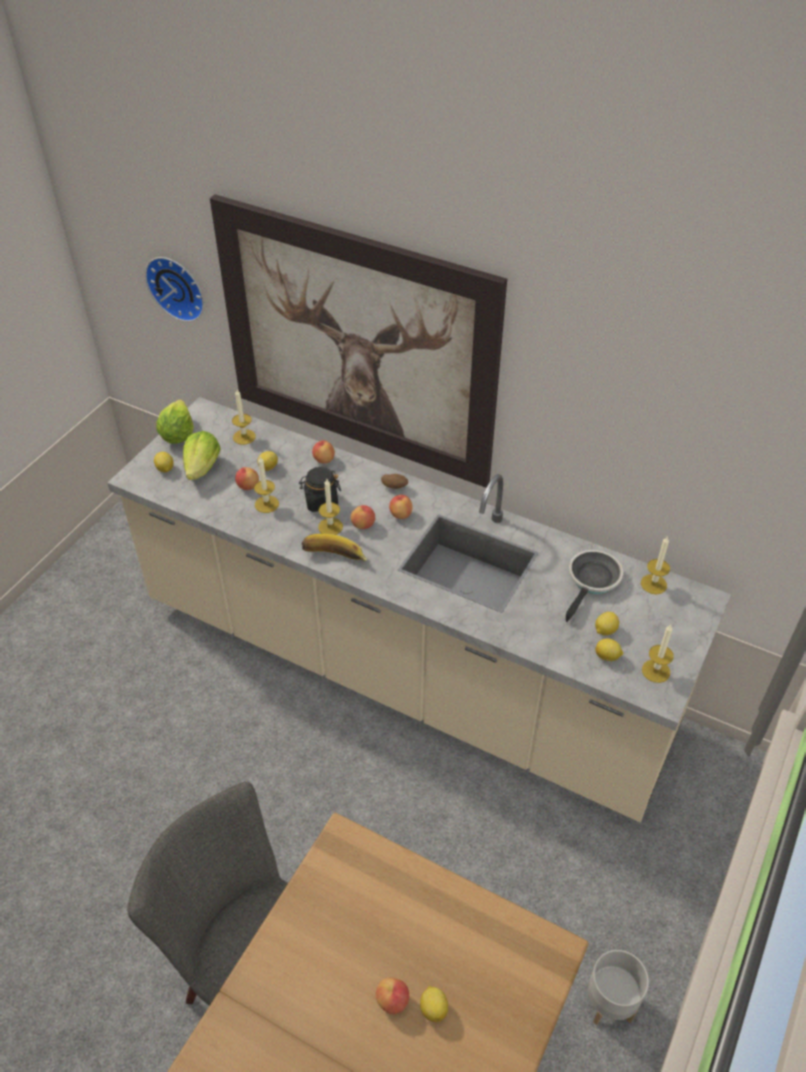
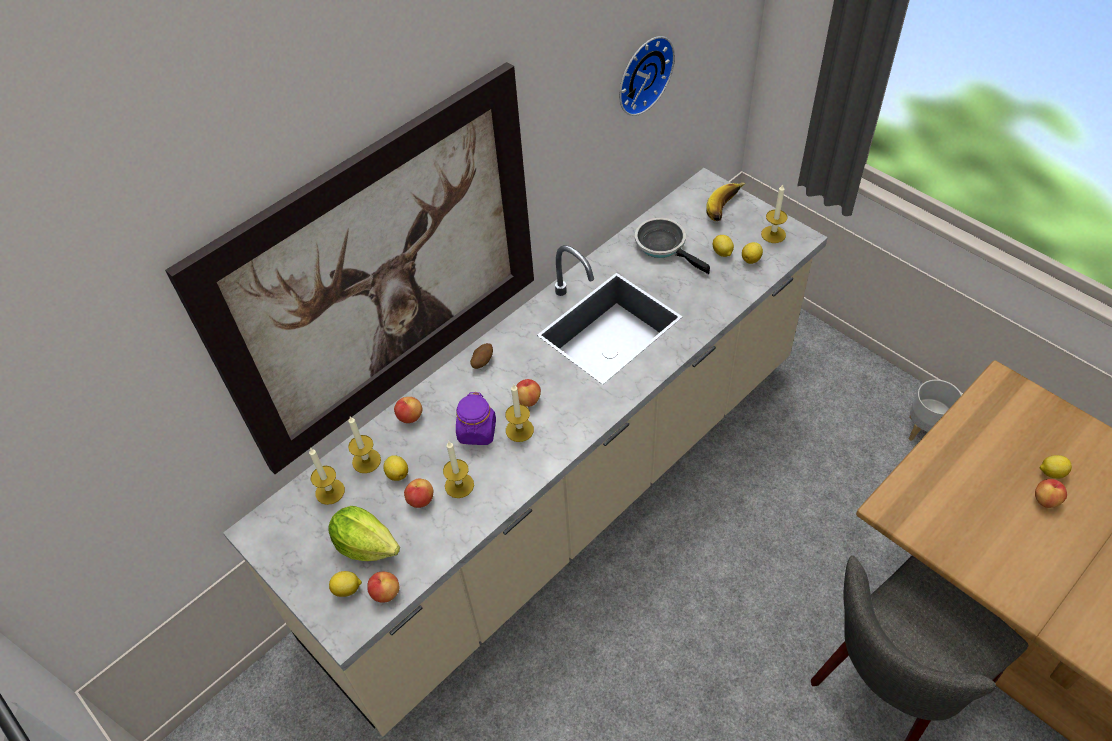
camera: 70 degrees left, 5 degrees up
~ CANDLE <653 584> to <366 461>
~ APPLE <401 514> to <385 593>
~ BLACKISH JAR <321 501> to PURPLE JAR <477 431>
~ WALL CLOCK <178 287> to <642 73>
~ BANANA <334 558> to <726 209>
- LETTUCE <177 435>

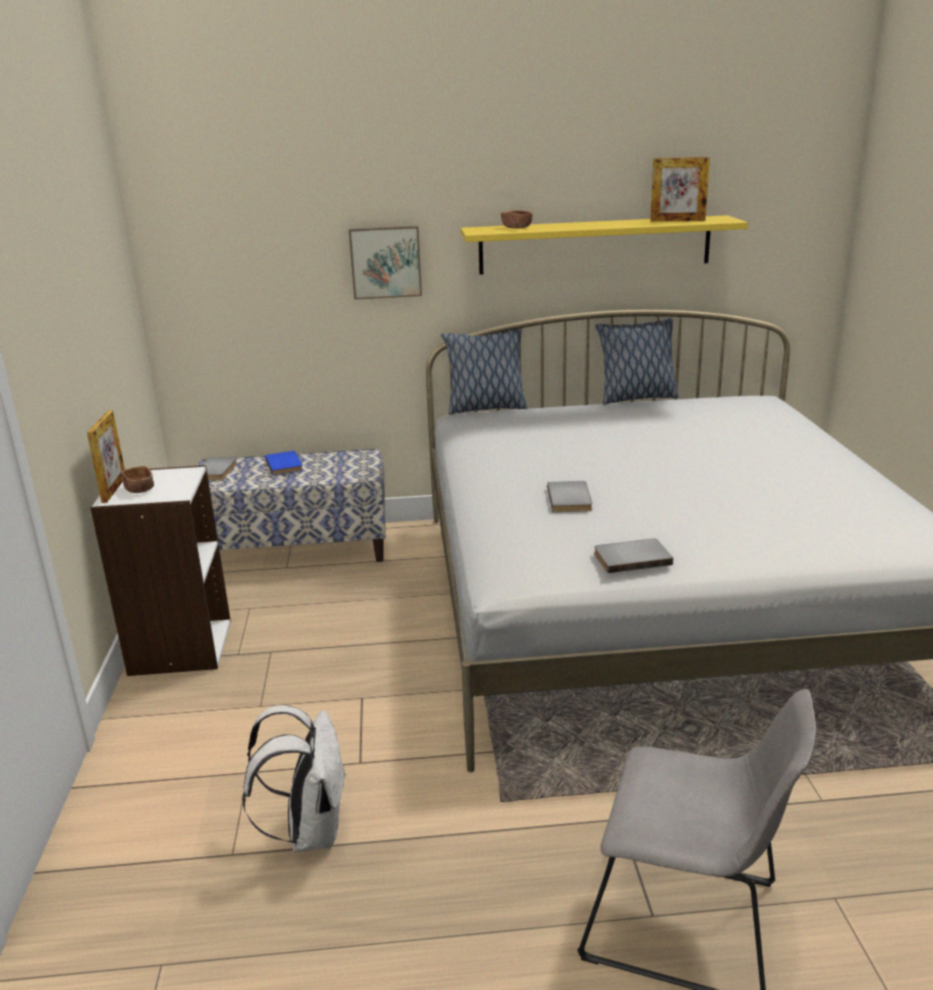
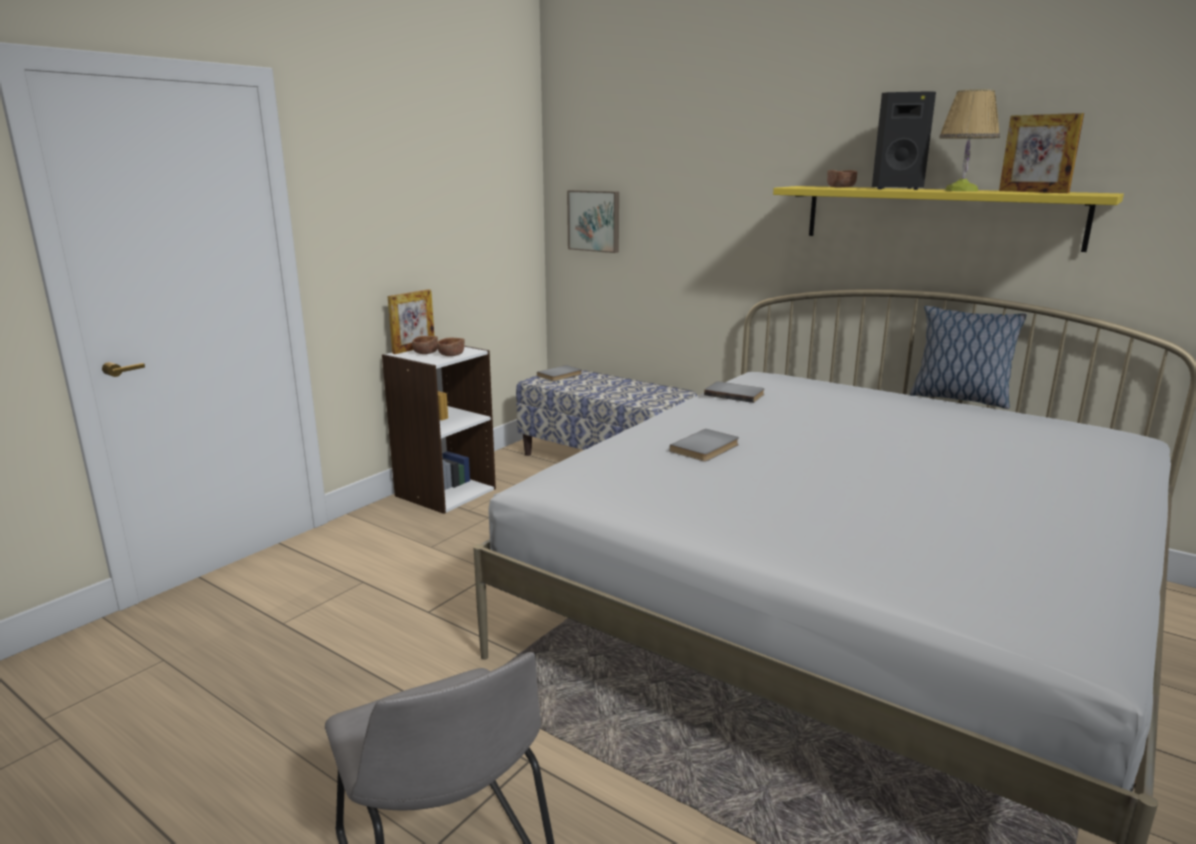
camera: 40 degrees right, 5 degrees down
+ BROWN SERVING BOWL <451 354>
~ WALL PICTURE <385 262> to <594 221>
~ GREY VOLUME <631 557> to <735 394>
+ BLACKISH SPEAKER <896 189>
+ LAMP FOR A TABLE <961 190>
- WHITE RUCKSACK <309 830>
- BLUE-COLOURED VOLUME <286 465>
- THROW PILLOW <485 408>

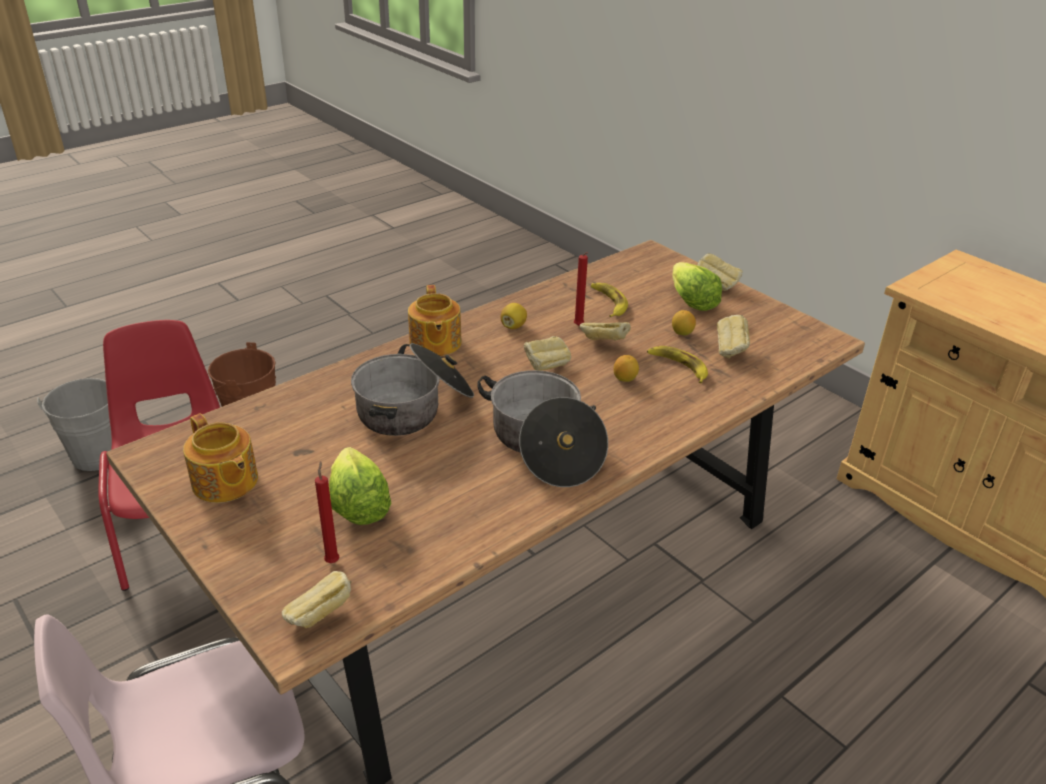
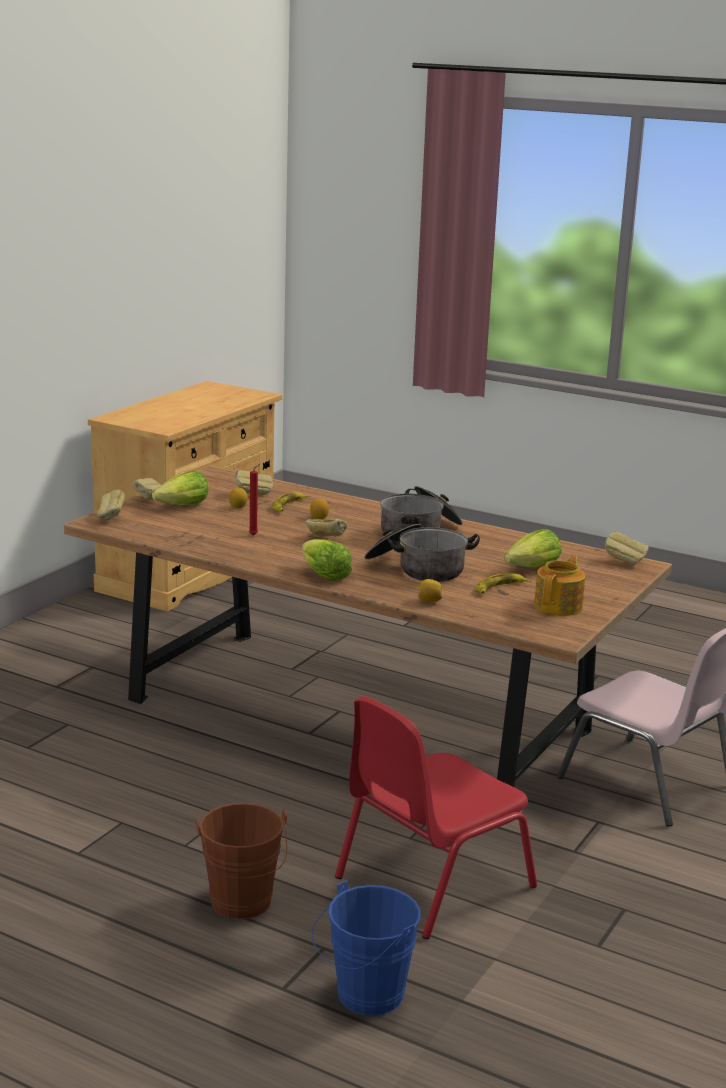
camera: 110 degrees left, 15 degrees down
~ BAKERY BREAD <603 344> to <111 518>
~ POT FOR TEA <434 343> to LETTUCE <323 575>
~ GREY PAIL <97 452> to BLUE-COLOURED PAIL <364 997>
~ CITRUS FRUIT <513 326> to <429 601>
~ BANANA <608 303> to <499 588>
- RED CANDLE <332 560>

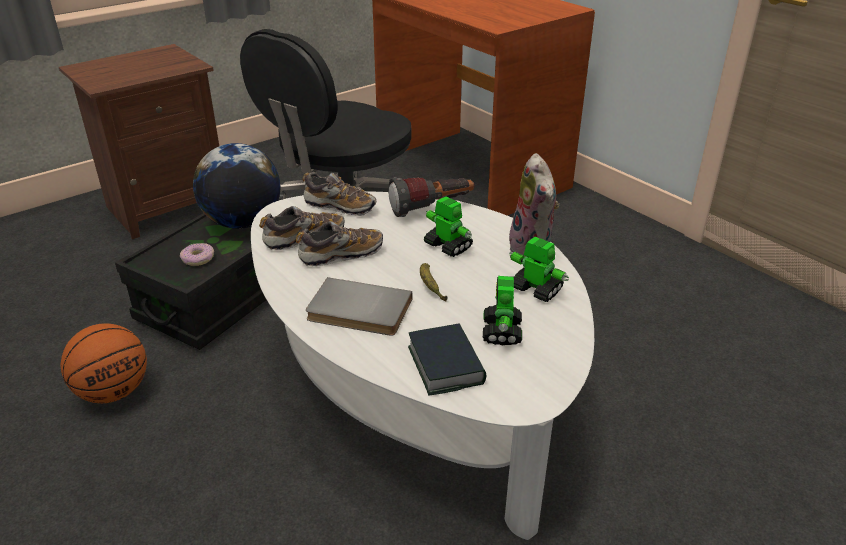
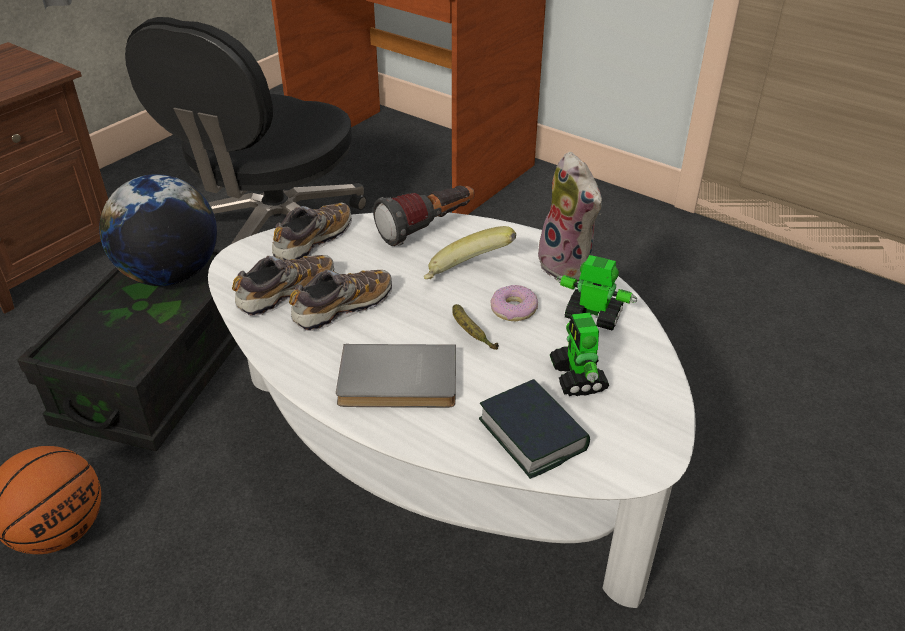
camera: 15 degrees left, 5 degrees up
~ SHOE <340 207> = <313 242> 60 degrees counterclockwise
~ MODEL ROBOT <447 246> to BANANA <467 275>
~ DOUGHNUT <198 259> to <514 309>

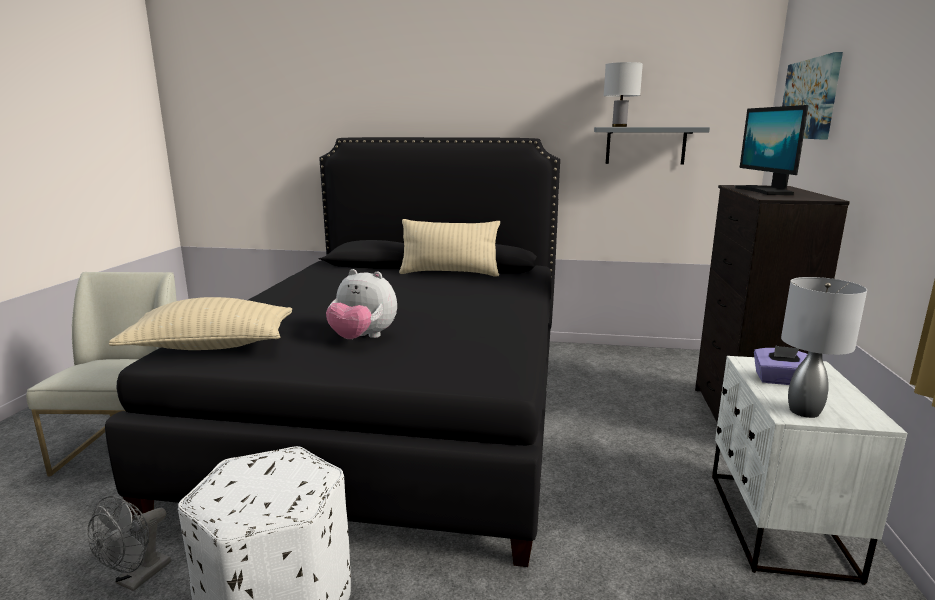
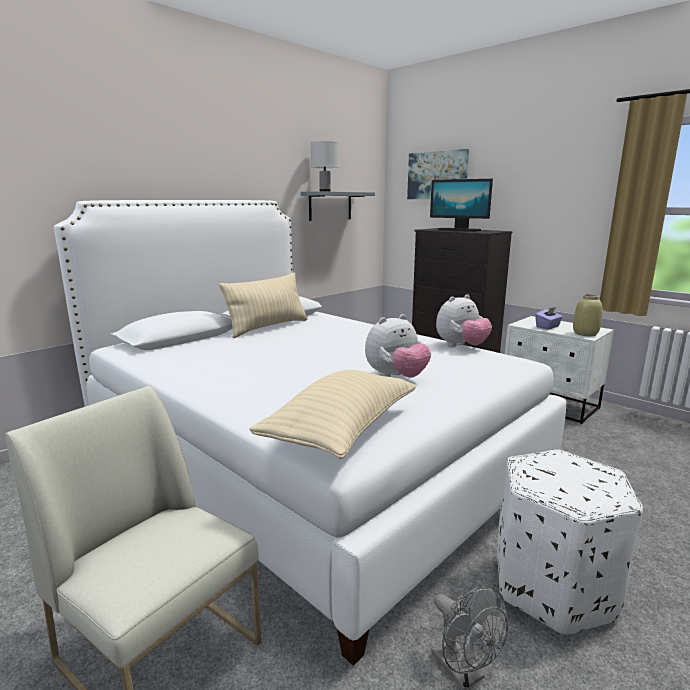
camera: 55 degrees left, 0 degrees up
~ BLACKISH SLEEPING BED <398 407> to WHITE SLEEPING BED <305 456>
+ CUDDLY TOY <461 346>
~ GREY LAMP FOR A TABLE <804 412> to SAND-COLOURED DECORATIVE VASE <585 334>

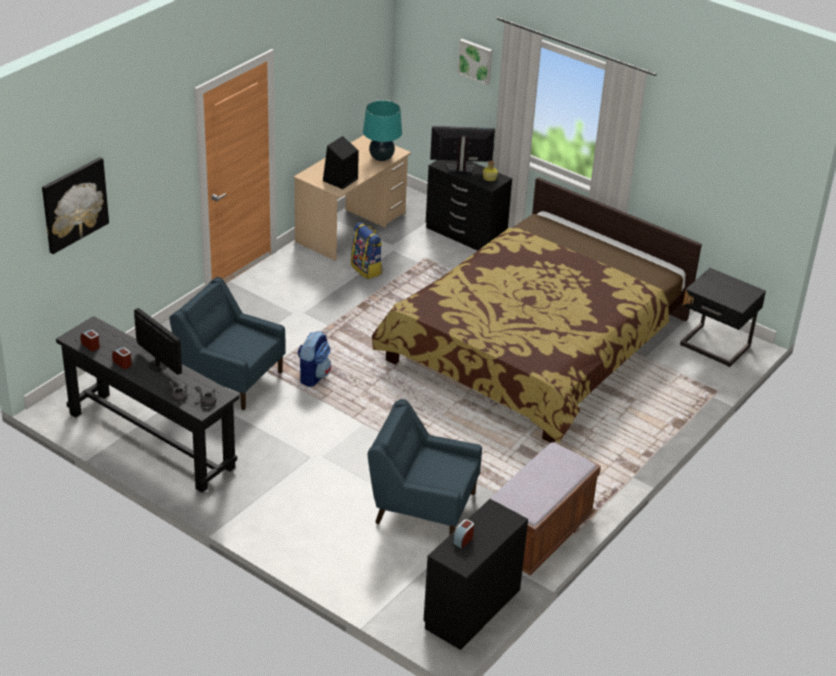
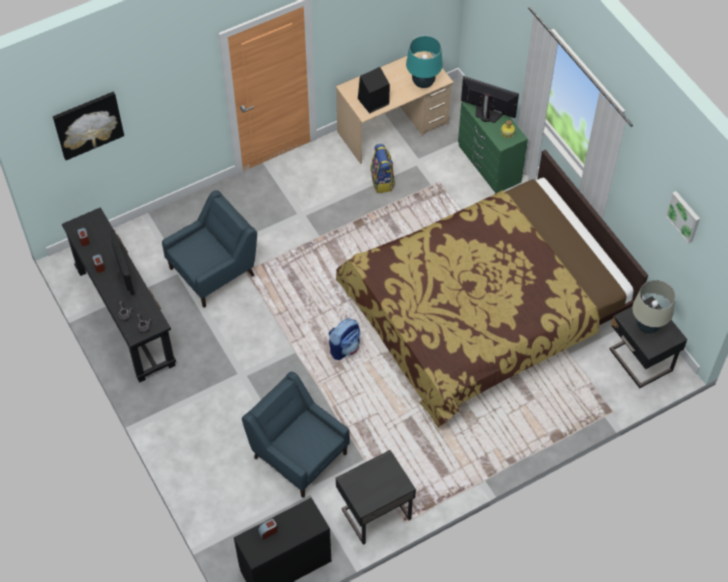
camera: 25 degrees right, 20 degrees up
~ BLUE-COLOURED LOUNGE CHAIR <230 378> = <214 271> 90 degrees clockwise
~ RUCKSACK <313 376> to <344 348>
~ BROWN BENCH <538 535> to BLACKISH NIGHTSTAND <374 513>
~ BLACKISH CHEST OF DRAWERS <465 235> to GREEN-COLOURED CHEST OF DRAWERS <488 164>
+ SAND-COLOURED LAMP FOR A TABLE <647 326>
~ WALL PICTURE <476 61> to <684 216>

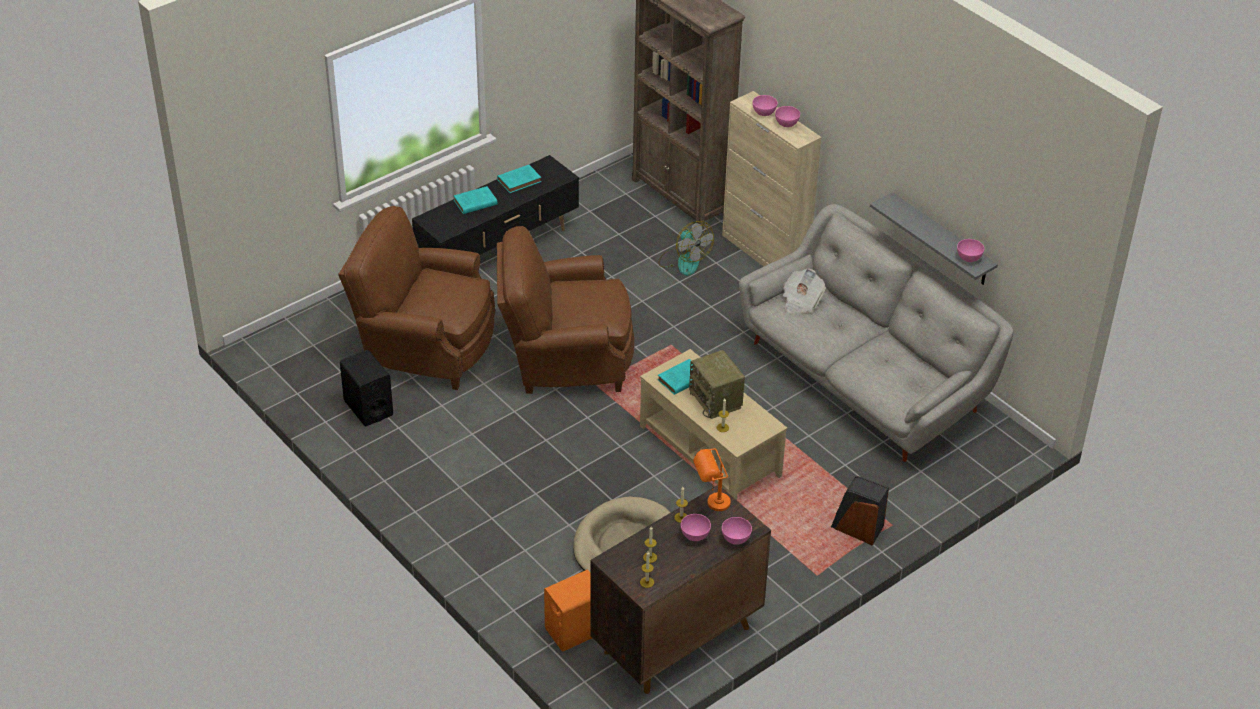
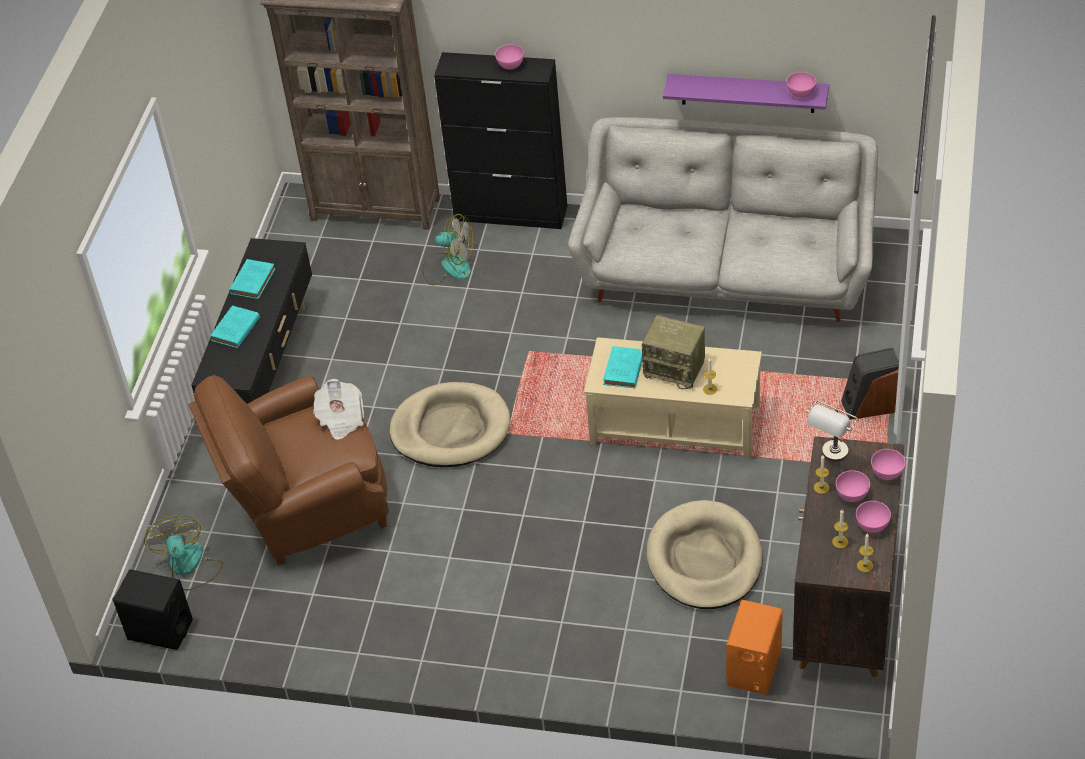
camera: 35 degrees left, 5 degrees up
~ BLACKISH SPEAKER <368 408> to <160 630>
+ FAN <189 567>
~ PRINTED PAPER <801 301> to <340 419>
~ BROWN LOUNGE CHAIR <564 359> to SAND-COLOURED DOG BED <451 429>
~ SAND-COLOURED CUPBOARD <765 253> to BLACKISH CUPBOARD <511 213>
~ GREY WALL SHELF <942 240> to PURPLE WALL SHELF <747 93>
~ ORANGE LAMP FOR A TABLE <711 505> to GREY LAMP FOR A TABLE <831 458>
~ PINK-COLOURED SERVING BOWL <764 113> to <872 526>

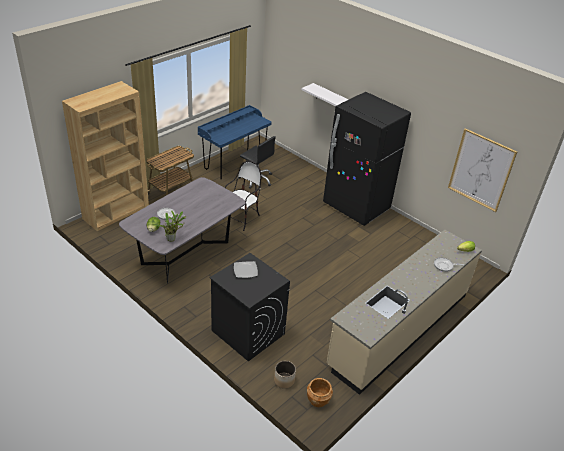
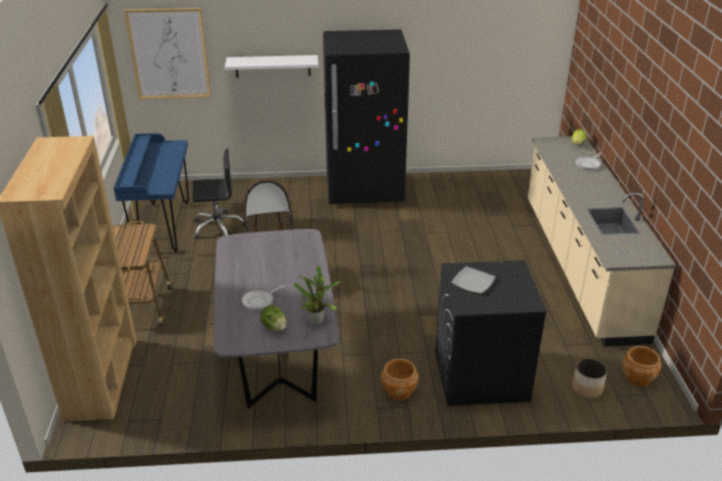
camera: 45 degrees left, 5 degrees down
~ WALL PICTURE <481 170> to <169 54>
+ BROWN PLANT POT <398 391>

